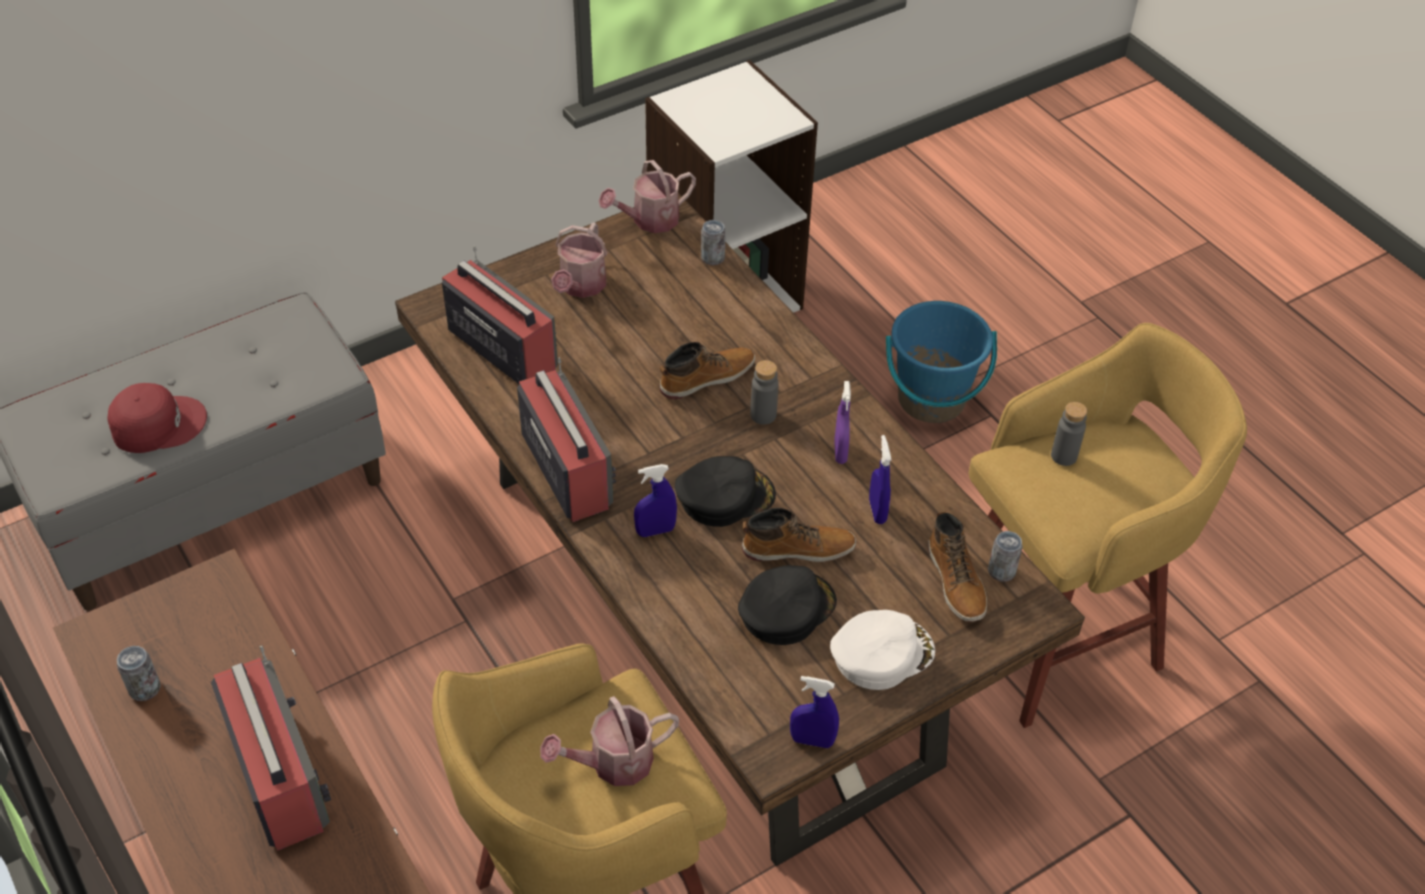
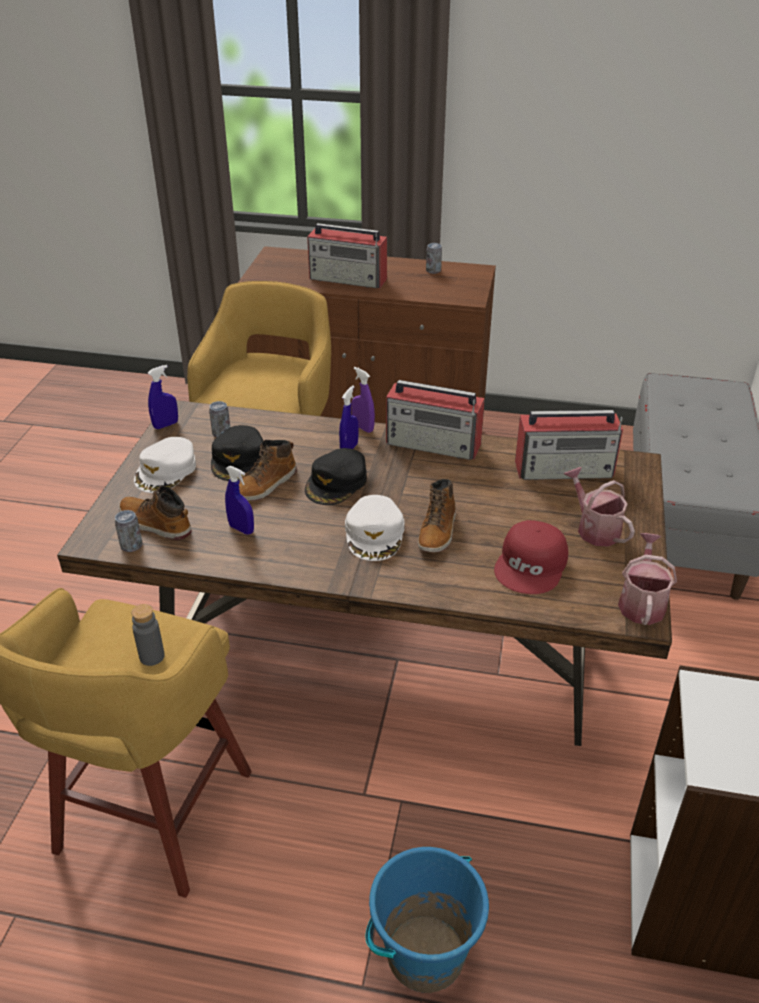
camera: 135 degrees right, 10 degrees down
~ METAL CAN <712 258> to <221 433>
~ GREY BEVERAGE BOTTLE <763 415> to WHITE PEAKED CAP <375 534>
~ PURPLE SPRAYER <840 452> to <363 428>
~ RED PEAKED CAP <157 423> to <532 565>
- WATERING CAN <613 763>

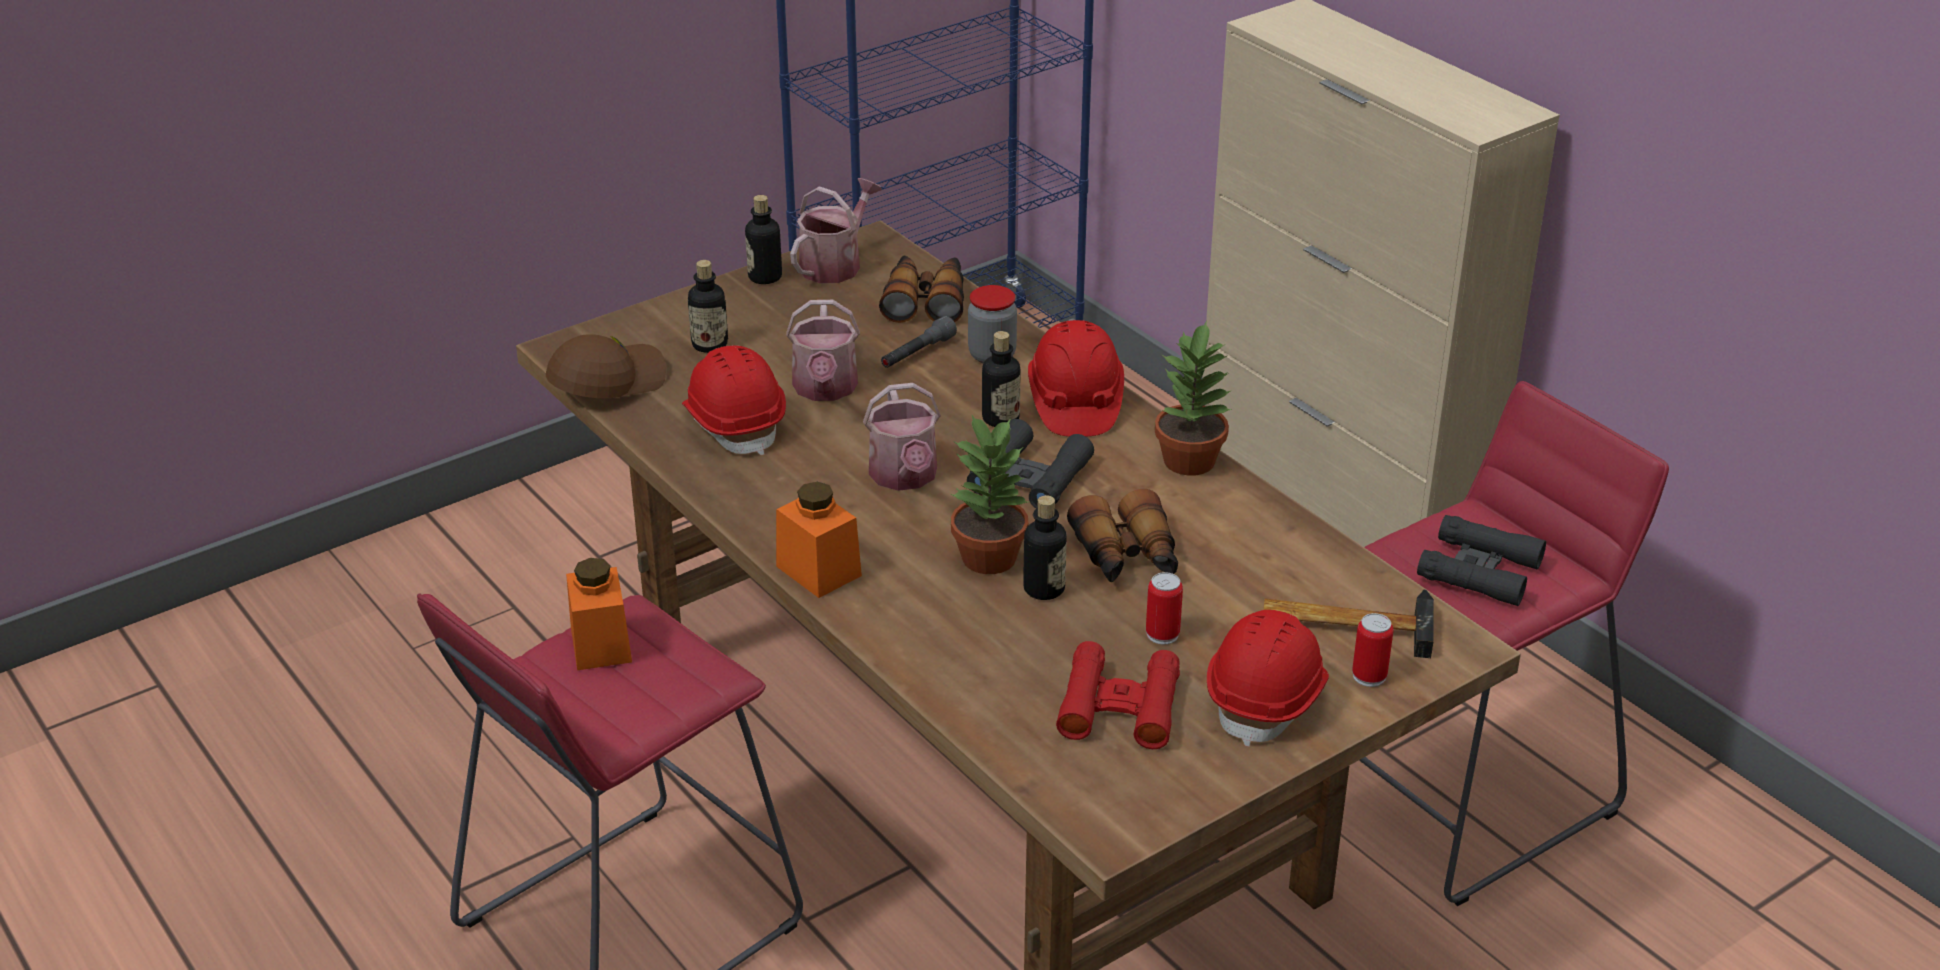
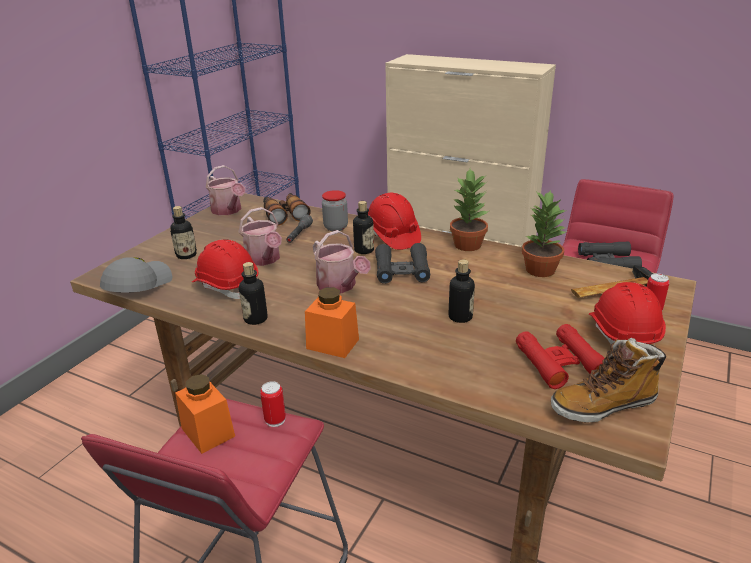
camera: 25 degrees left, 5 degrees down
~ BROWN PEAKED CAP <606 382> to GREY PEAKED CAP <137 285>
~ WATERING CAN <835 264> = <228 210> 135 degrees clockwise
~ BEVERAGE BOTTLE <765 277> to <255 319>
~ METAL CAN <1162 634> to <275 420>
~ HOUSEPLANT <989 557> to <540 269>
+ HIGH-TOP BOOT <603 405>
- BINOCULARS <1127 558>

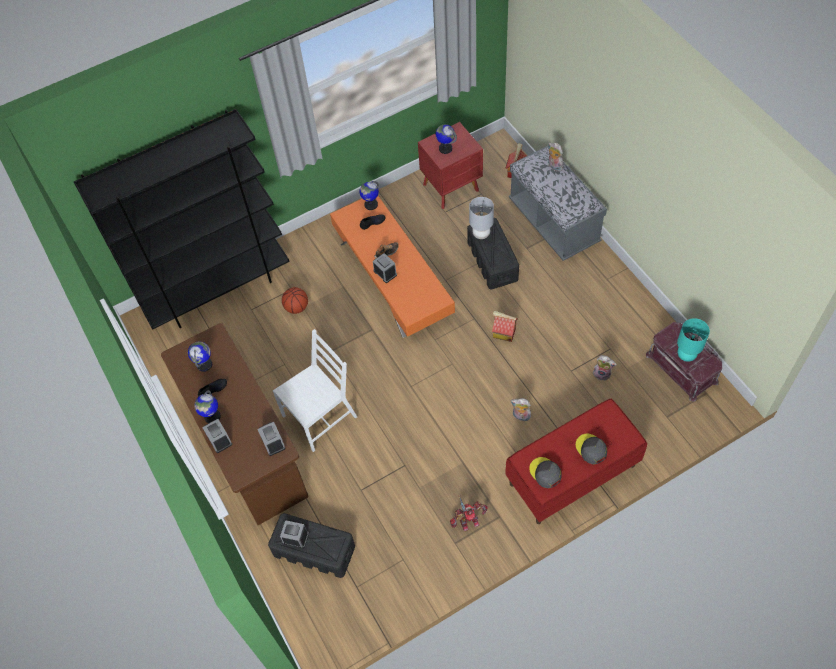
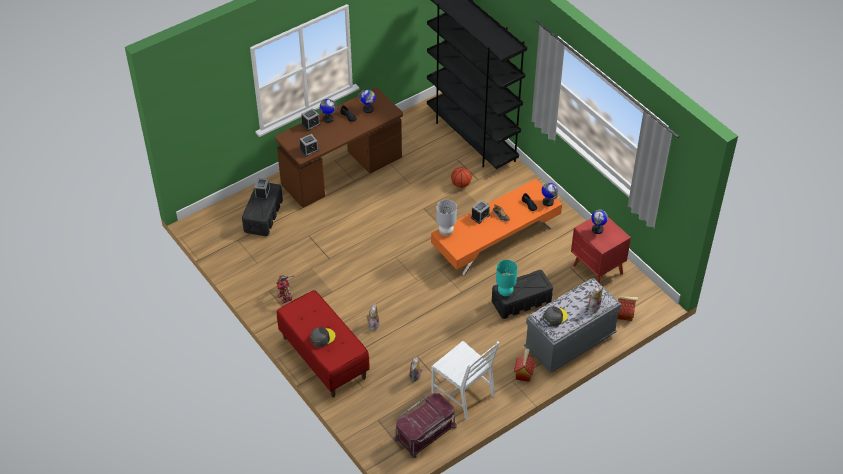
camera: 80 degrees right, 10 degrees down
~ WHITE CHAIR <320 416> to <464 393>
~ GREY LAMP FOR A TABLE <481 234> to <446 232>
~ TURQUOISE-COLOURED LAMP FOR A TABLE <686 355> to <505 292>
~ MINIATURE HOUSE <503 333> to <523 373>
~ GREY PEAKED CAP <545 473> to <554 317>

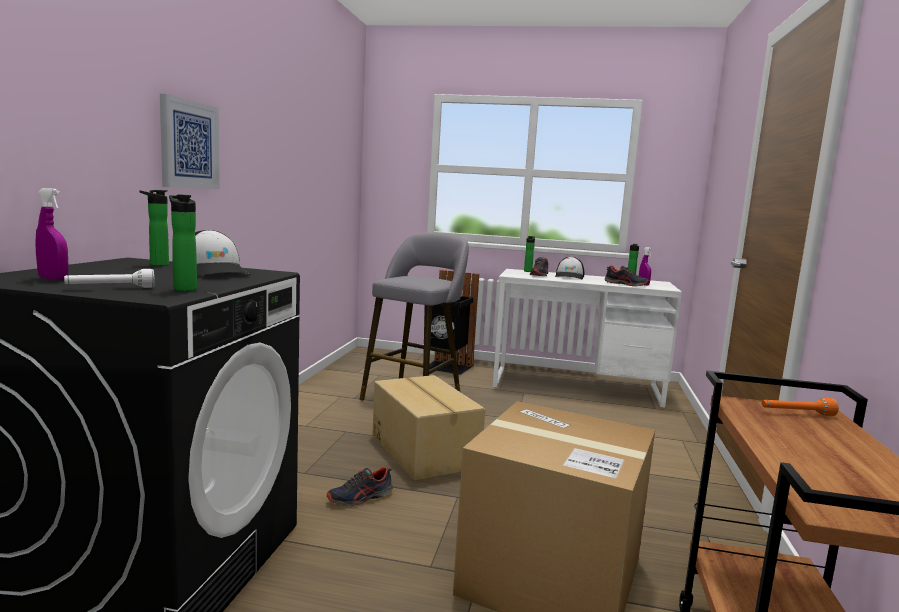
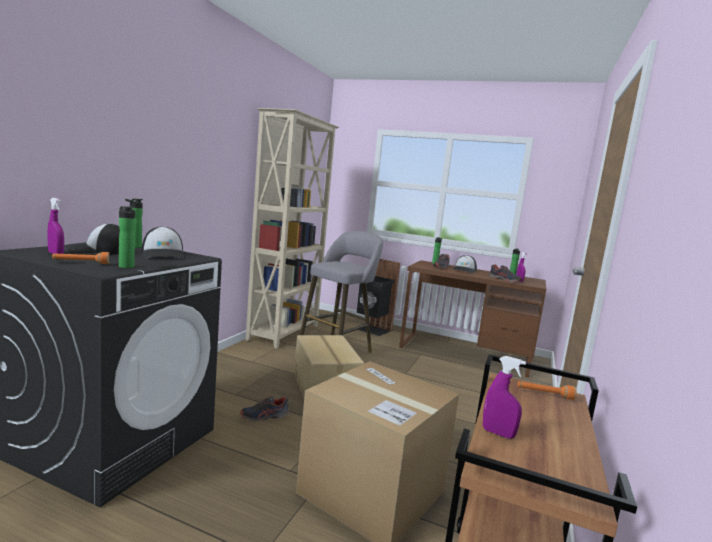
camera: 10 degrees right, 0 degrees up
~ WHITE TORCH <110 288> to ORANGE TORCH <81 263>
+ PEAKED CAP <98 250>
+ SAND-COLOURED BOOKSHELF <285 333>
~ WHITE DESK TABLE <576 386> to BROWN DESK TABLE <465 353>
+ PURPLE SPRAYER <498 433>
- WALL PICTURE <189 145>

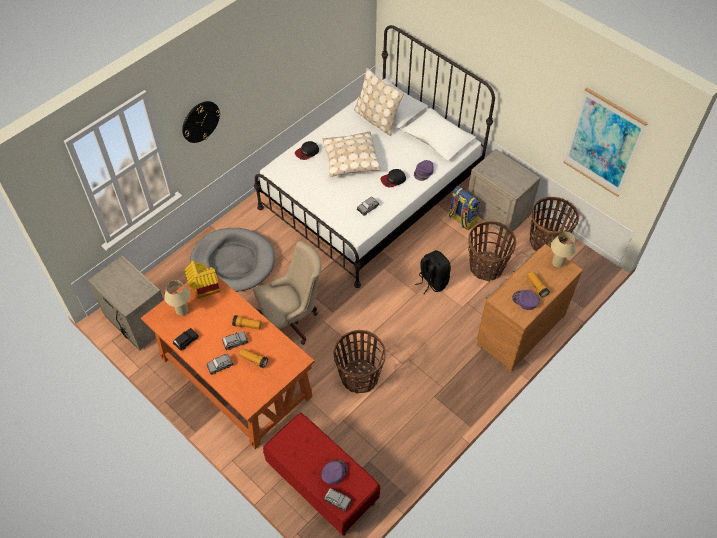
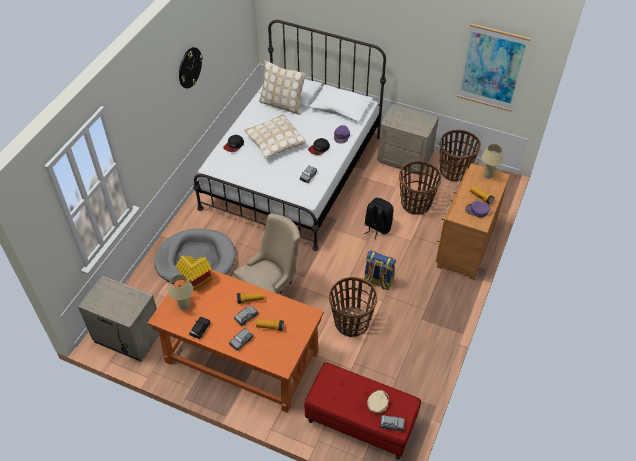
camera: 20 degrees left, 5 degrees down
~ WALL CLOCK <200 121> to <189 67>
~ RUCKSACK <462 219> to <378 281>
~ PURPLE PEAKED CAP <334 472> to SAND-COLOURED PEAKED CAP <377 402>

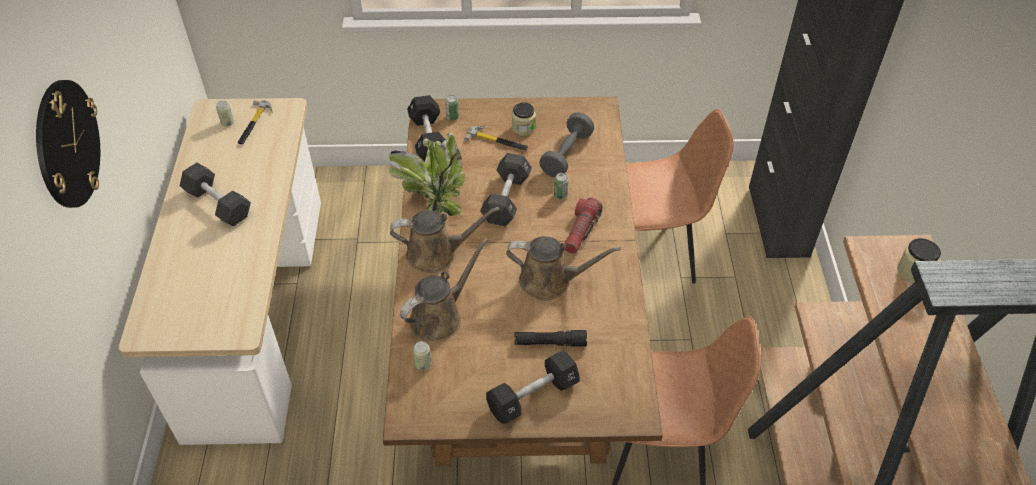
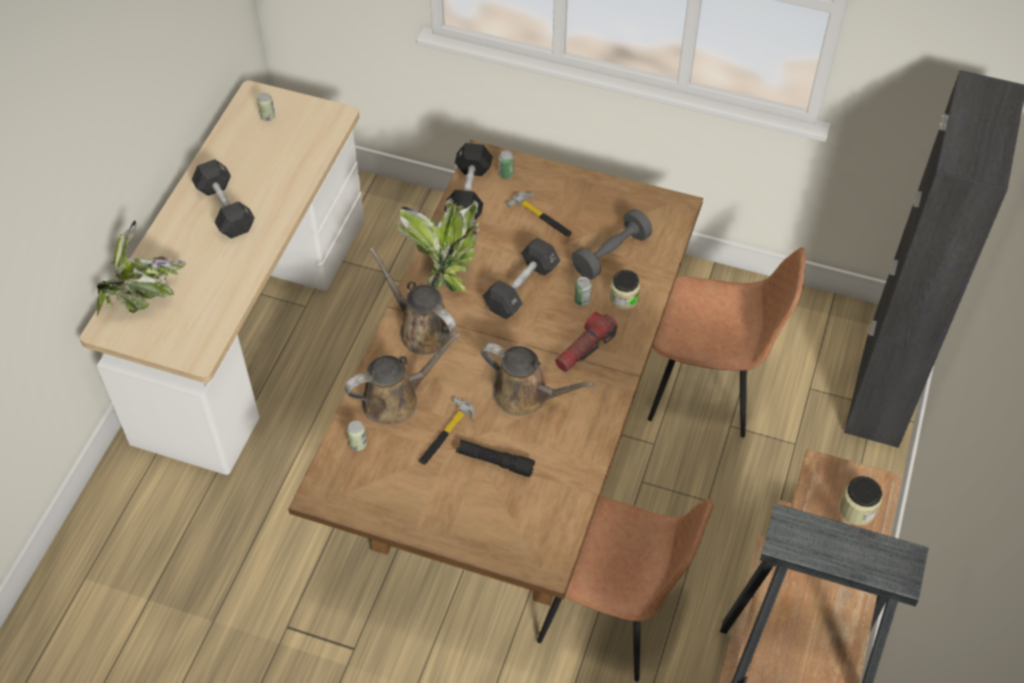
camera: 20 degrees right, 5 degrees up
+ HOUSEPLANT <142 300>
~ BROWN WATERING CAN <437 254> = <421 329> 150 degrees counterclockwise
~ HAND HAMMER <254 124> to <446 435>
~ JAR <523 128> to <624 298>
- WALL CLOCK <67 144>
- BLACKISH HAND WEIGHT <533 396>

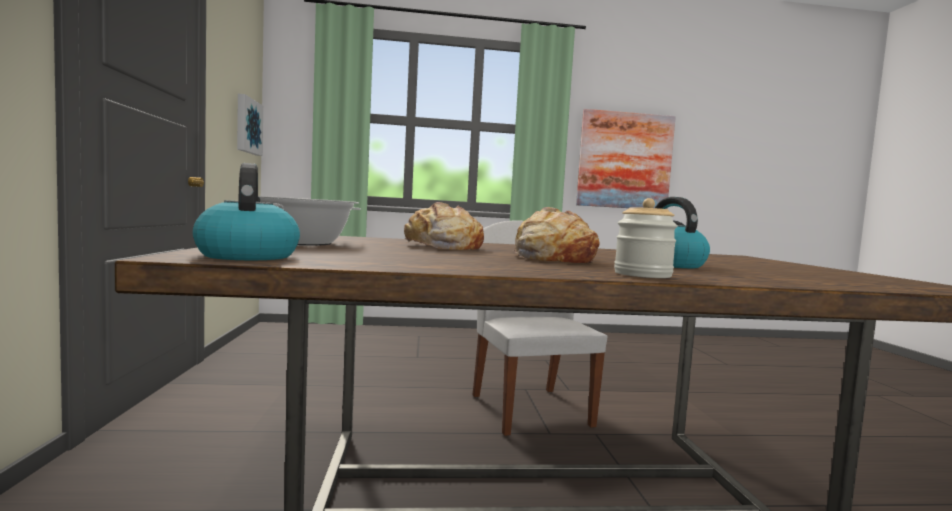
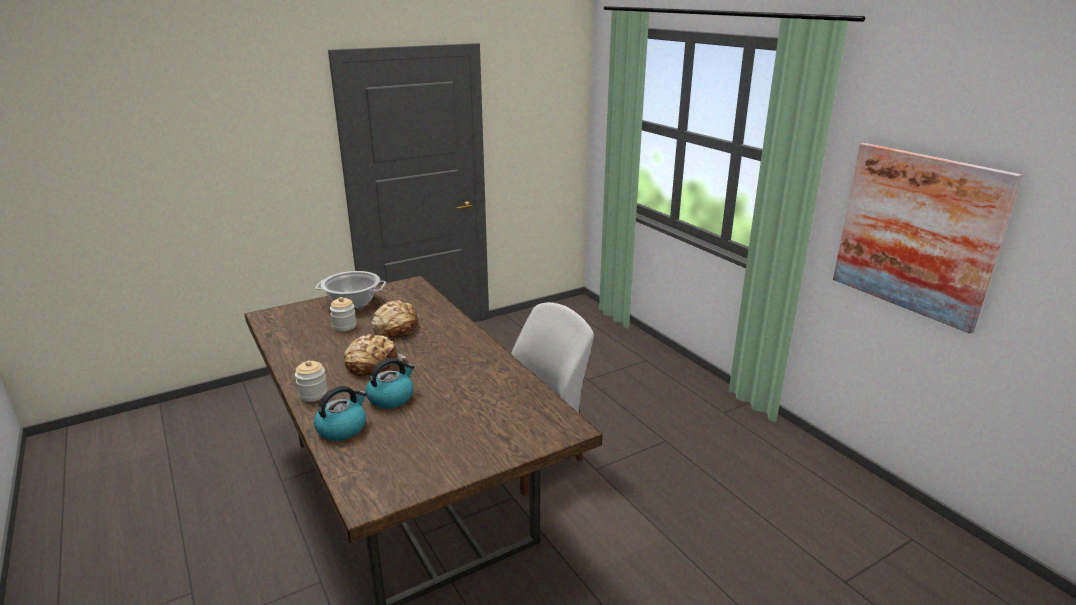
camera: 65 degrees right, 20 degrees up
~ WATER KETTLE <247 256> to <342 428>
+ JAR <344 326>
- WALL PICTURE <247 126>

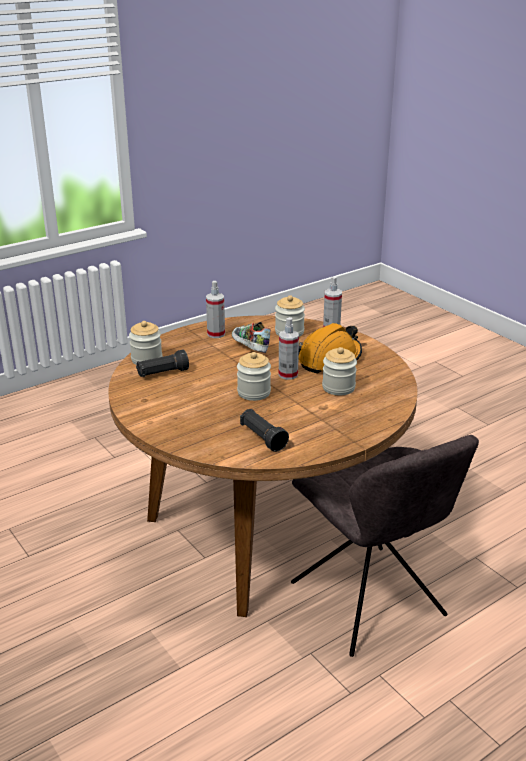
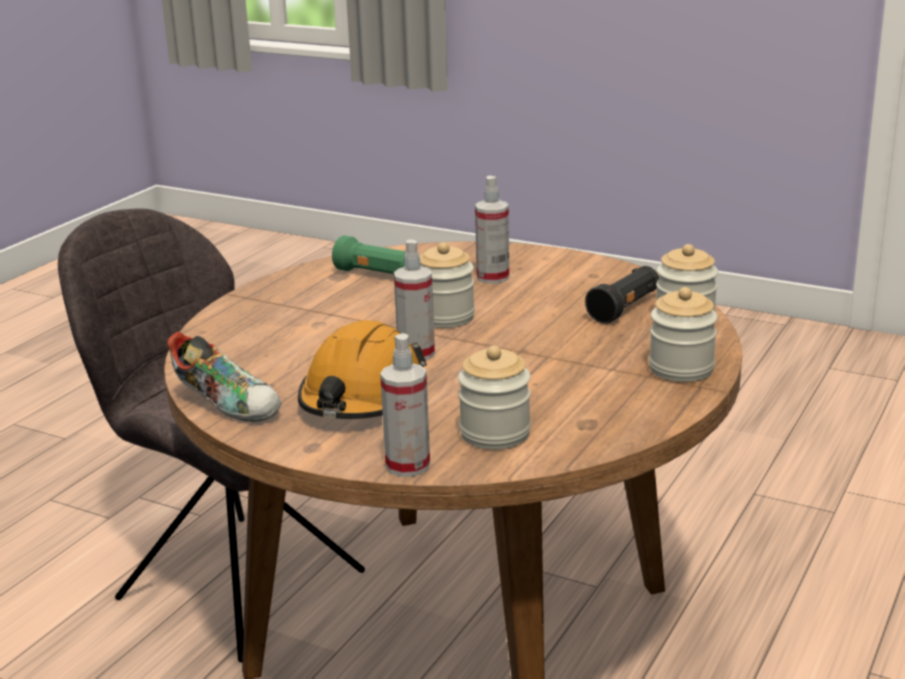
camera: 155 degrees right, 5 degrees down
~ SHOE <249 349> to <228 406>
~ BLACKISH TORCH <262 438> to GREEN-COLOURED TORCH <376 274>
~ SPRAYER <216 334> to <492 277>
~ JAR <338 387> to <681 369>

